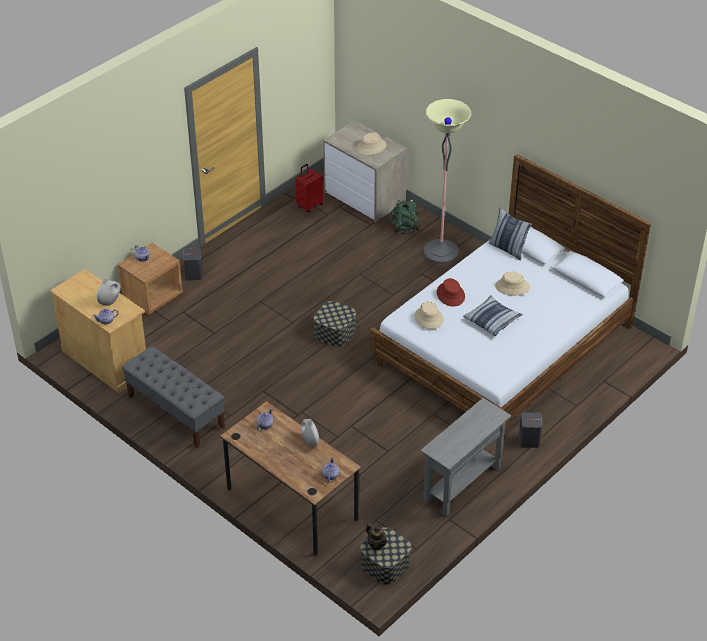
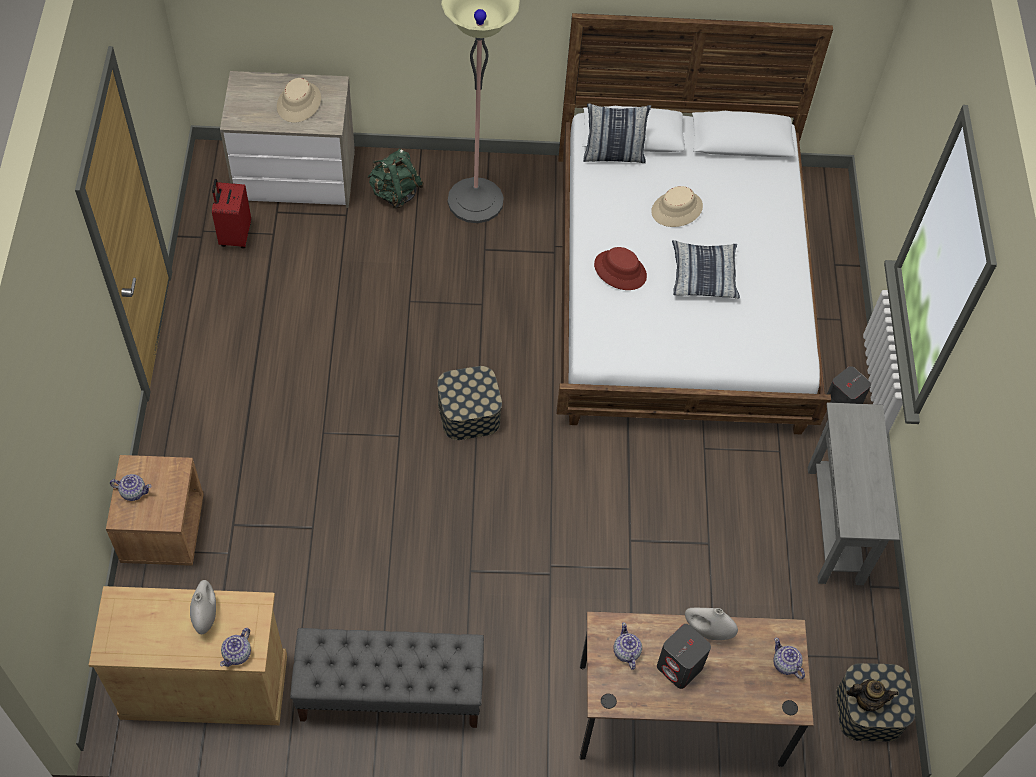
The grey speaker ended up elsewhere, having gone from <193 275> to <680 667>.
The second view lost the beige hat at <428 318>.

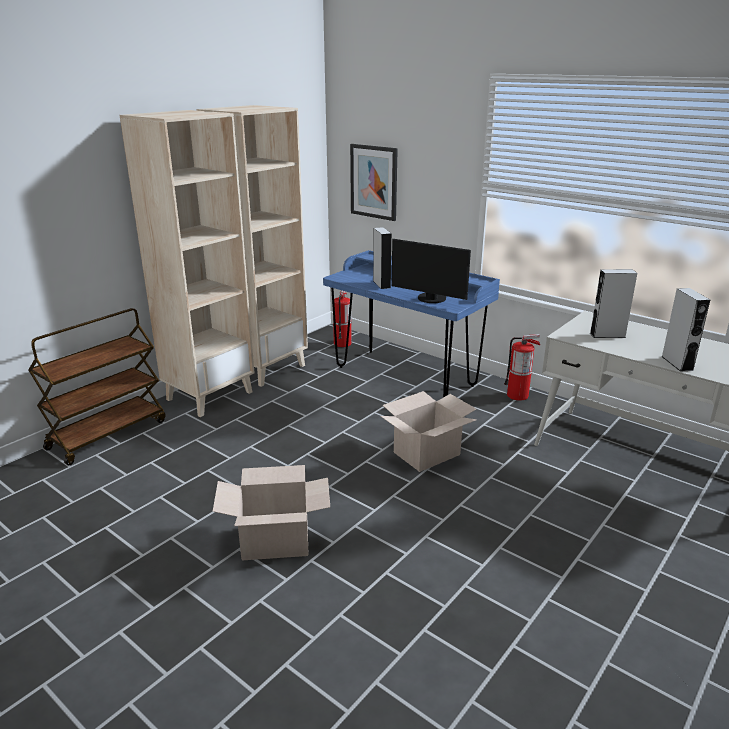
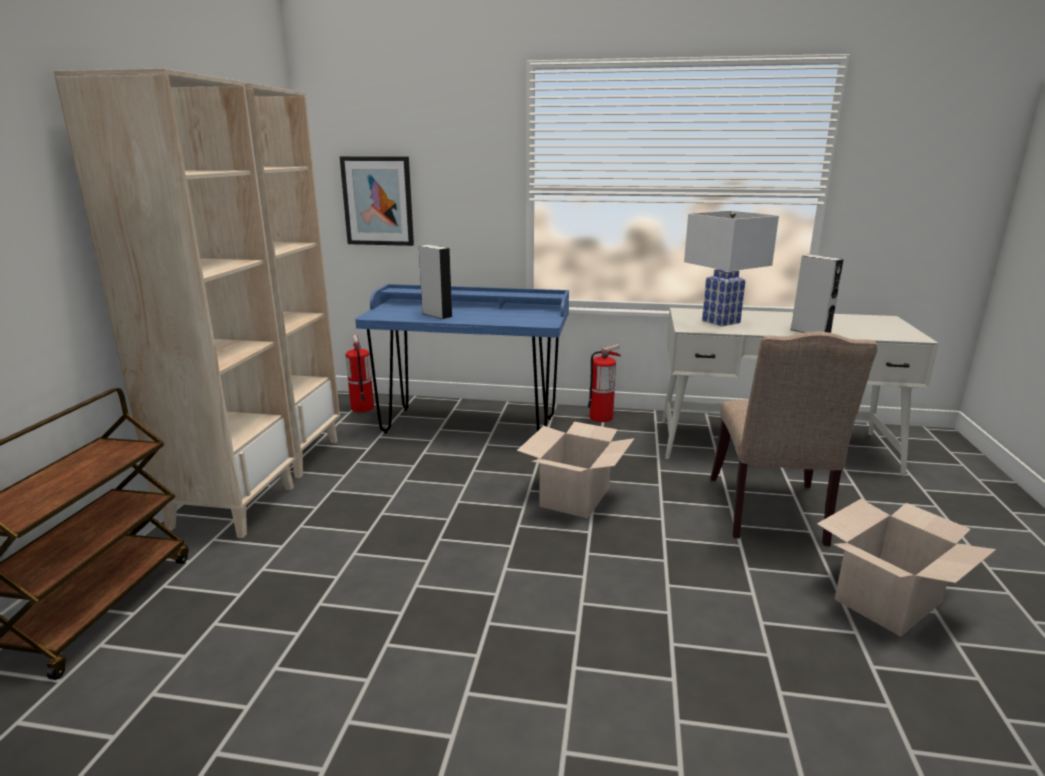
Where the grey speaker stood at <607 335>, the white table lamp came to stand at <722 322>.
The second view gained the beige chair at <770 513>.
The cardboard box ended up elsewhere, having gone from <275 541> to <888 601>.
The second view lost the monitor at <430 299>.

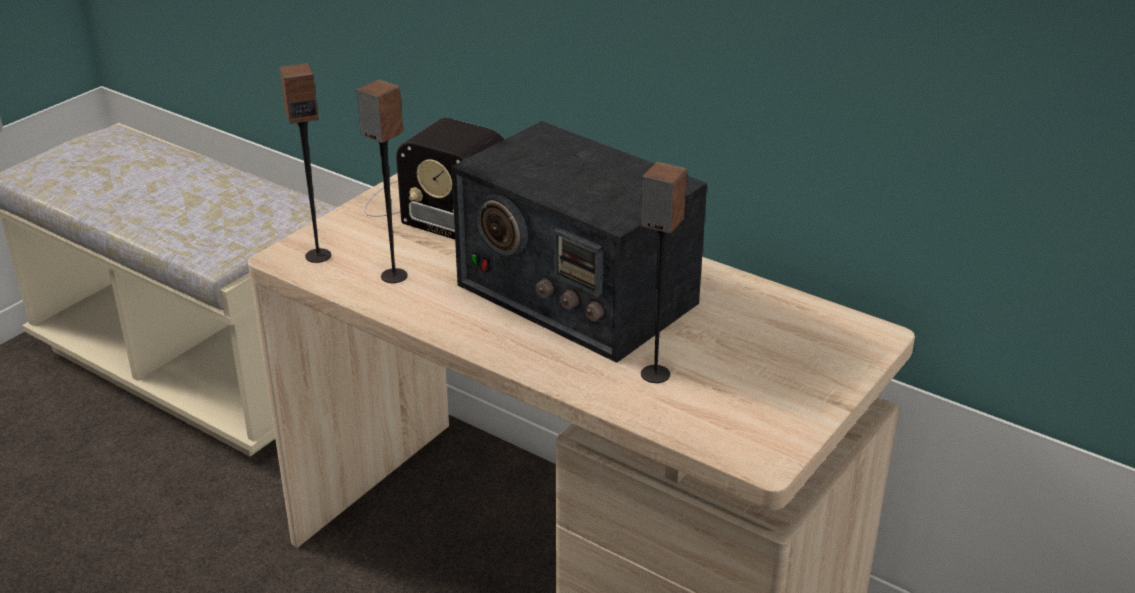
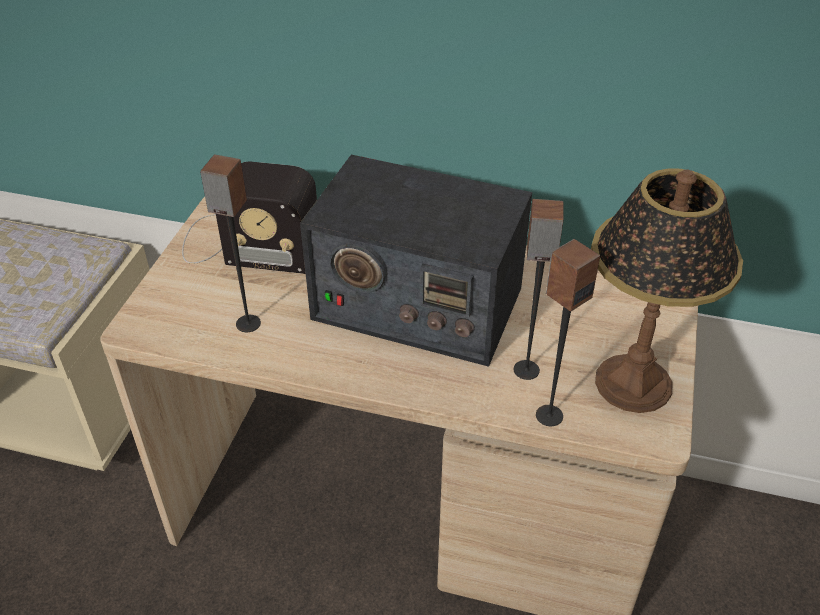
The speaker ended up elsewhere, having gone from <318 255> to <549 415>.
The second view gained the table lamp at <633 384>.

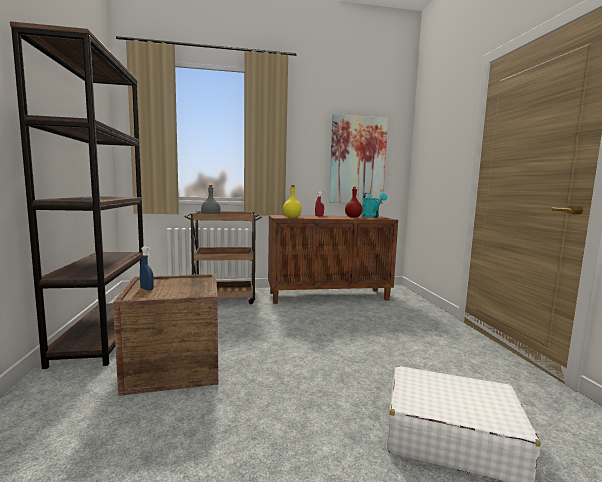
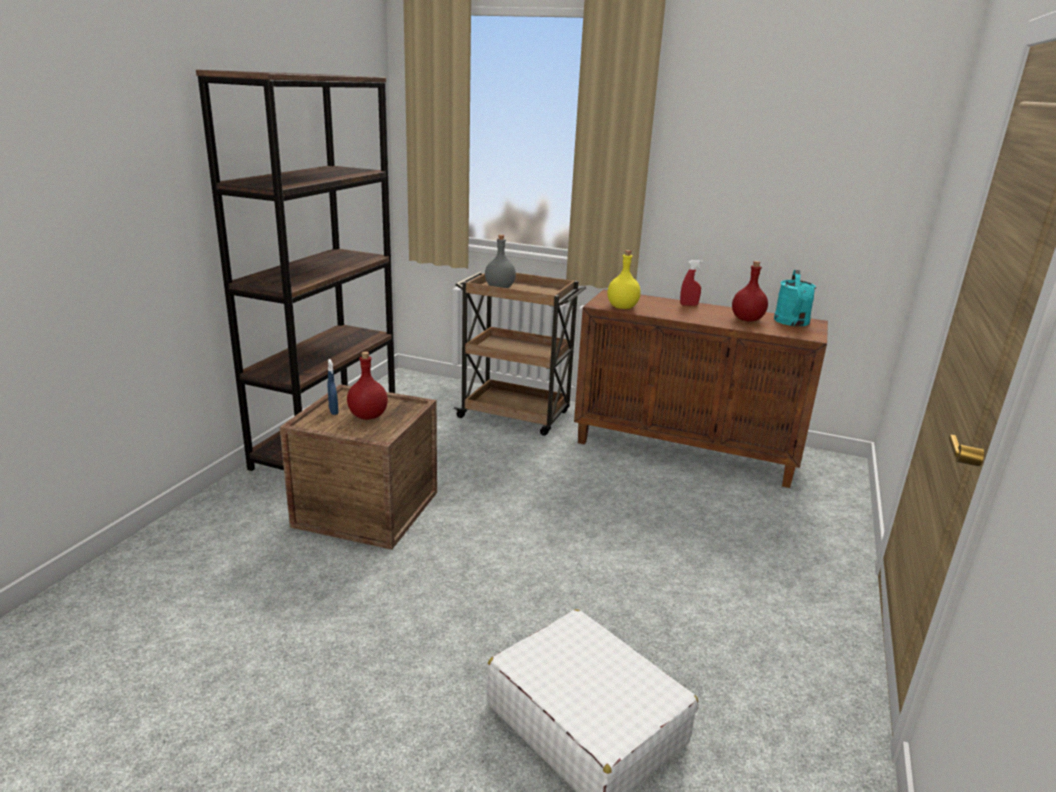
The second view gained the red bottle at <368 416>.
The second view lost the picture at <357 160>.

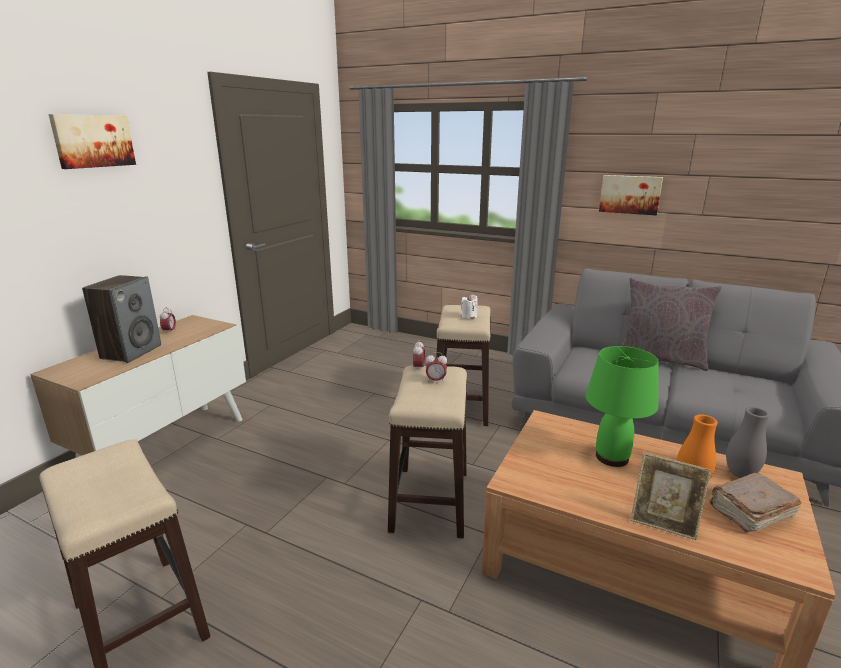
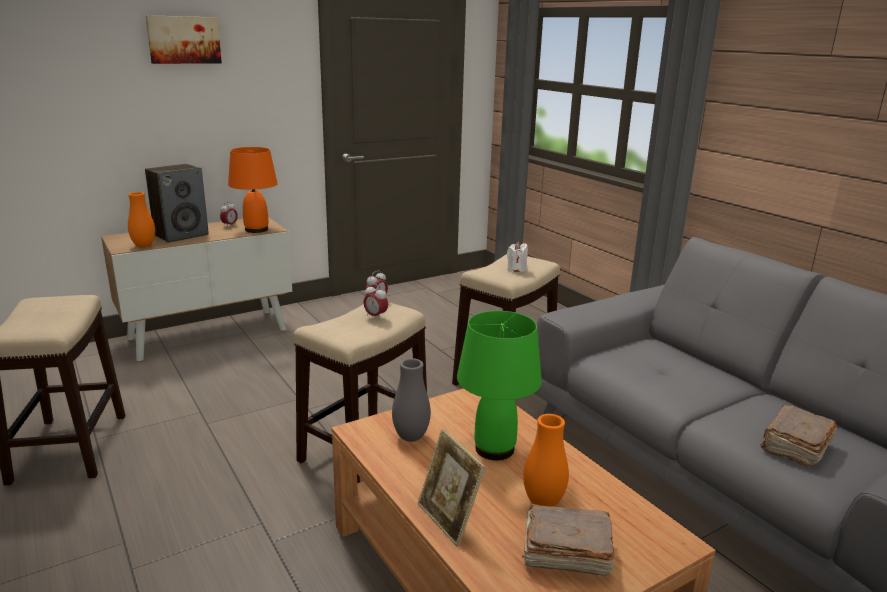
The second view gained the orange vase at <144 246>.
The second view gained the orange table lamp at <257 229>.
The grey vase ended up elsewhere, having gone from <740 474> to <411 437>.
The second view gained the brown book at <795 447>.
The second view lost the picture at <630 194>.
The second view lost the grey pillow at <660 358>.

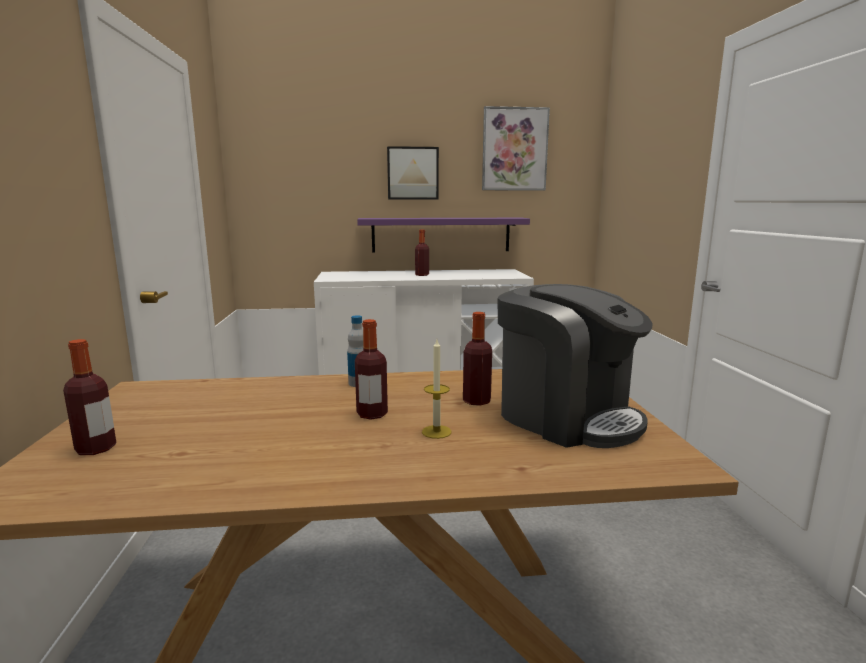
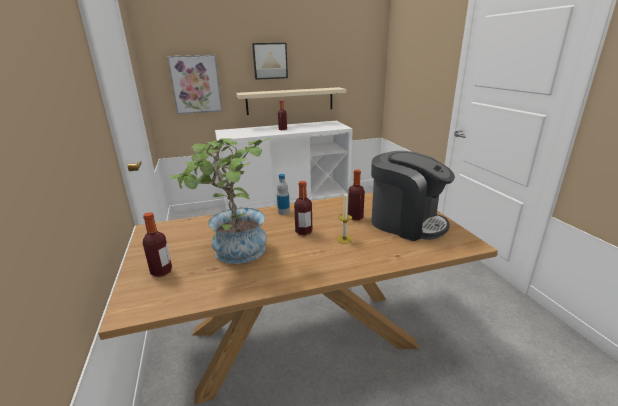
The picture ended up elsewhere, having gone from <514 149> to <195 84>.
The second view gained the potted plant at <234 253>.
What was the purple shelf at <441 234> turned into the beige shelf at <290 101>.

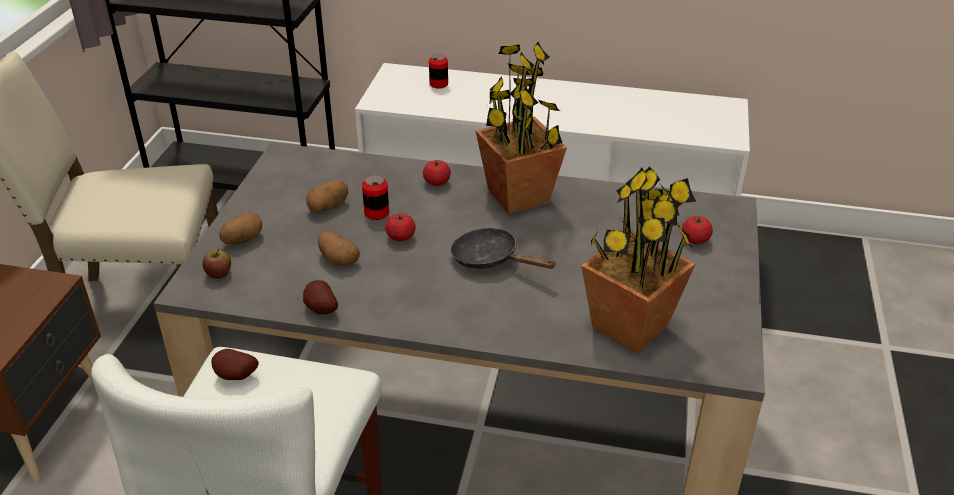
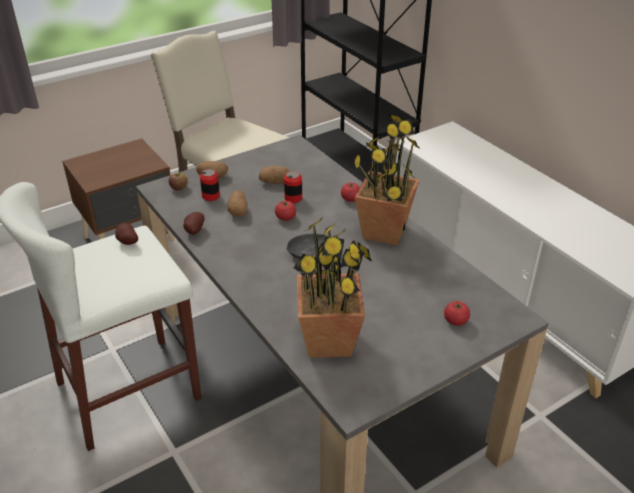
The can ended up elsewhere, having gone from <438 84> to <211 196>.

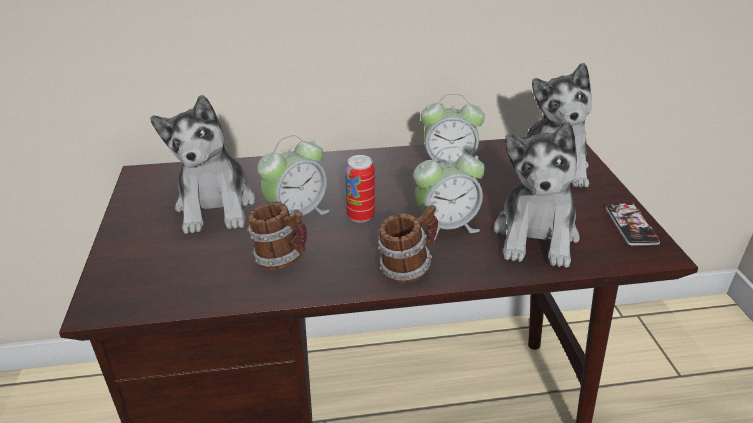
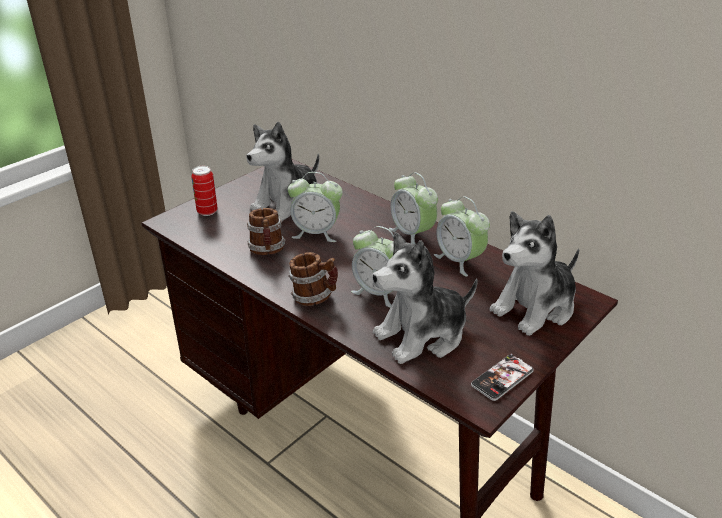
The can ended up elsewhere, having gone from <360 216> to <207 212>.
The second view gained the alarm clock at <412 234>.

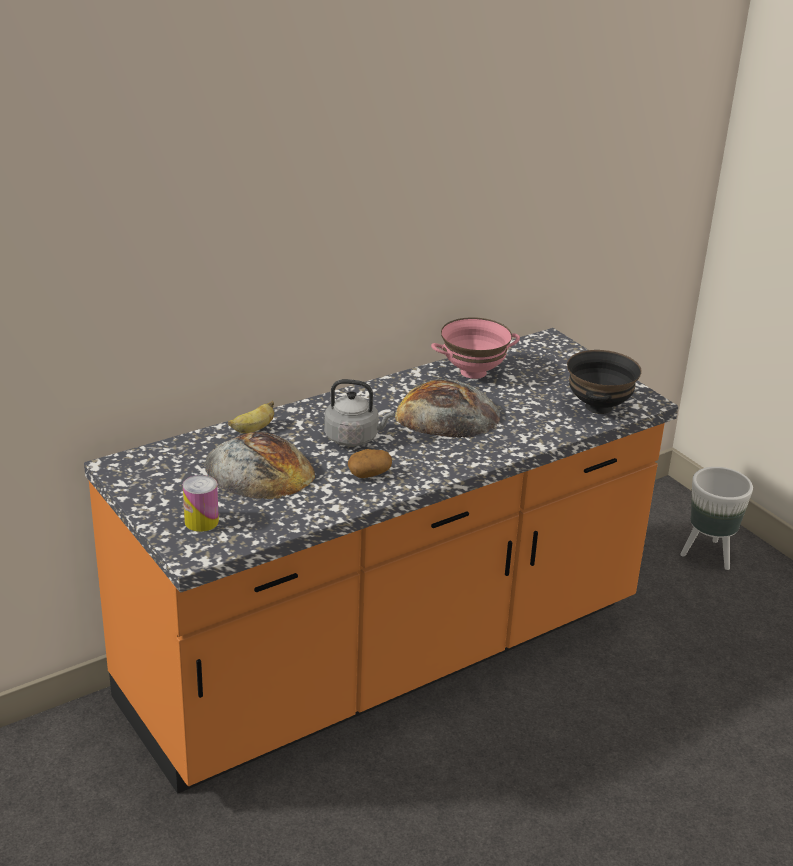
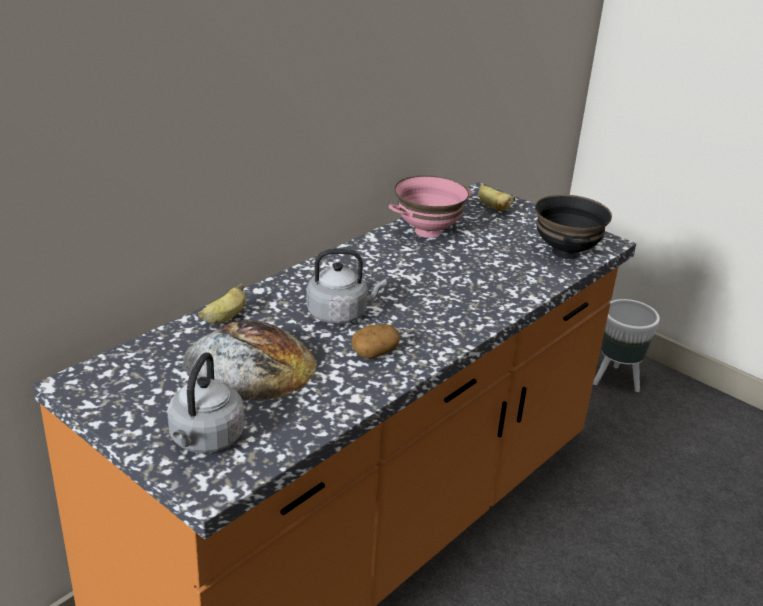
Where the can stood at <201 521>, the grey kettle came to stand at <205 440>.
The second view gained the banana at <492 207>.
The second view lost the bread at <447 414>.

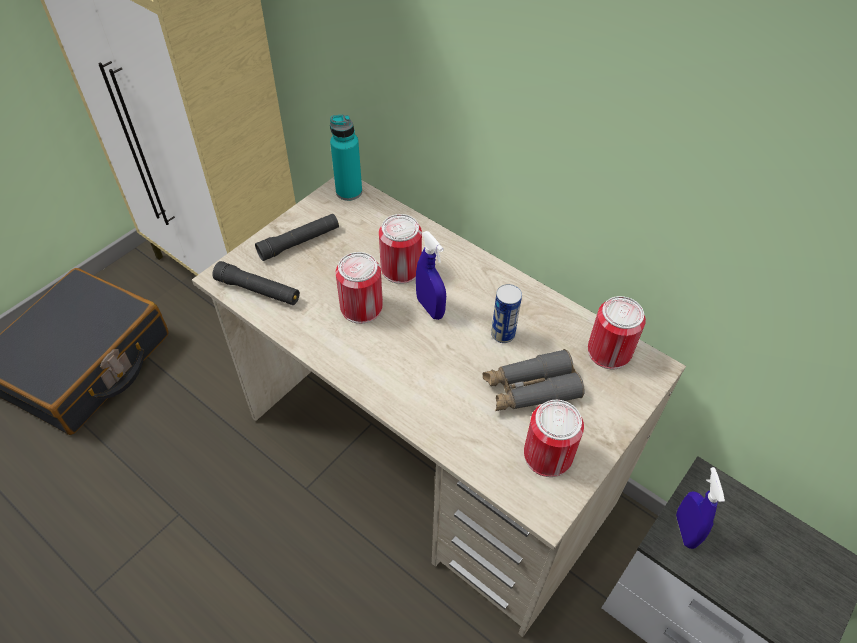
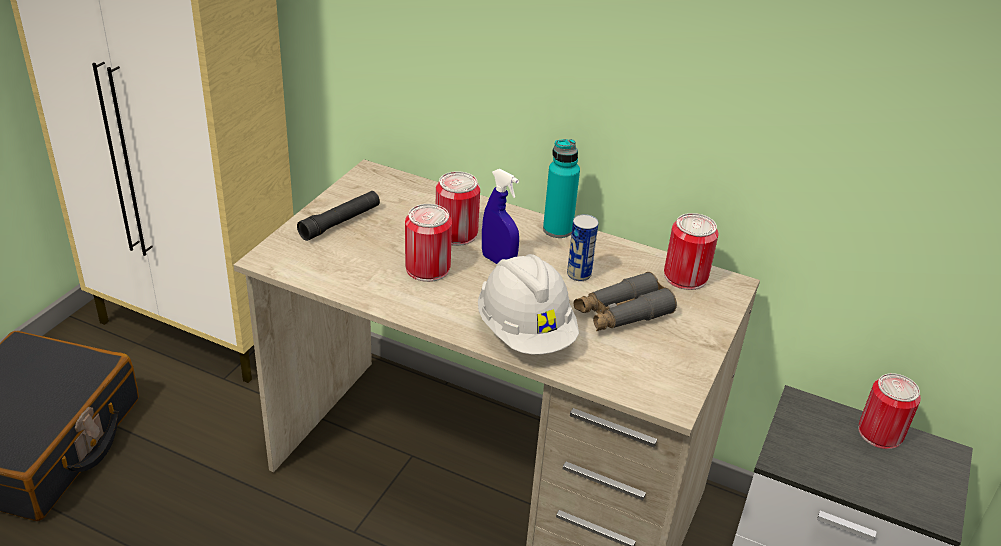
The second view gained the white hard hat at <525 332>.
The turquoise bottle ended up elsewhere, having gone from <349 192> to <557 230>.
The can ended up elsewhere, having gone from <547 455> to <880 433>.
The second view lost the black flashlight at <258 290>.
The second view lost the blue spray bottle at <685 530>.

